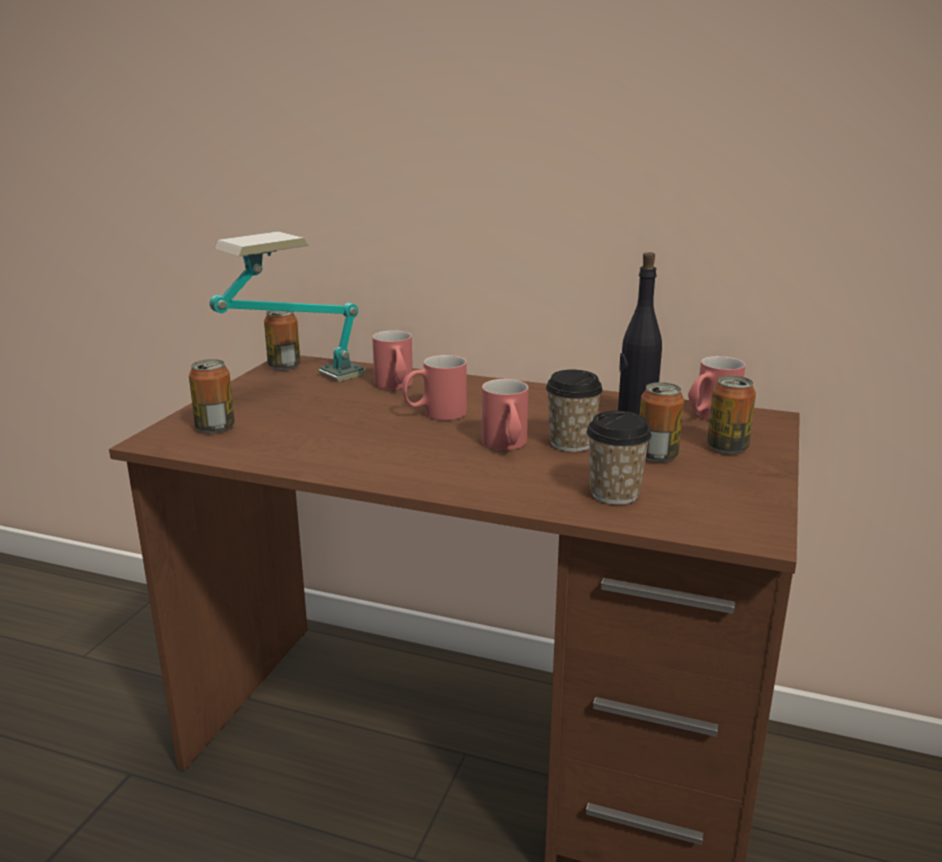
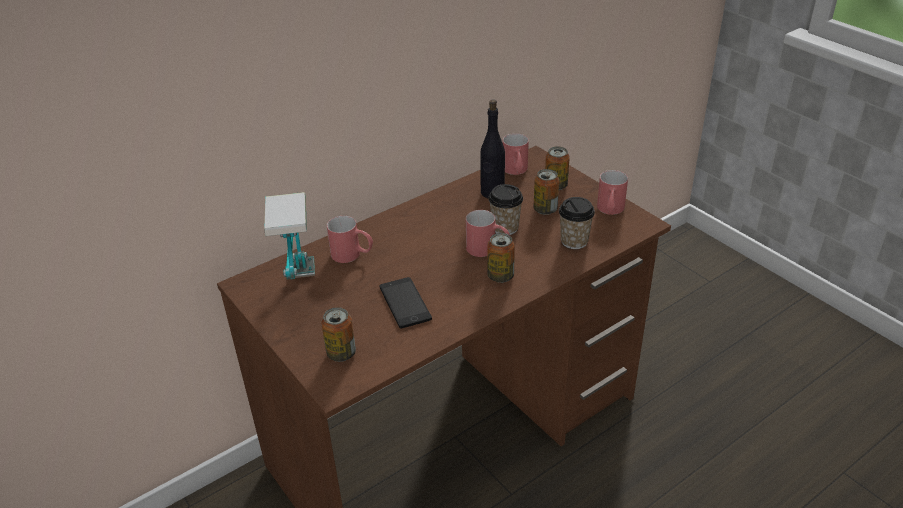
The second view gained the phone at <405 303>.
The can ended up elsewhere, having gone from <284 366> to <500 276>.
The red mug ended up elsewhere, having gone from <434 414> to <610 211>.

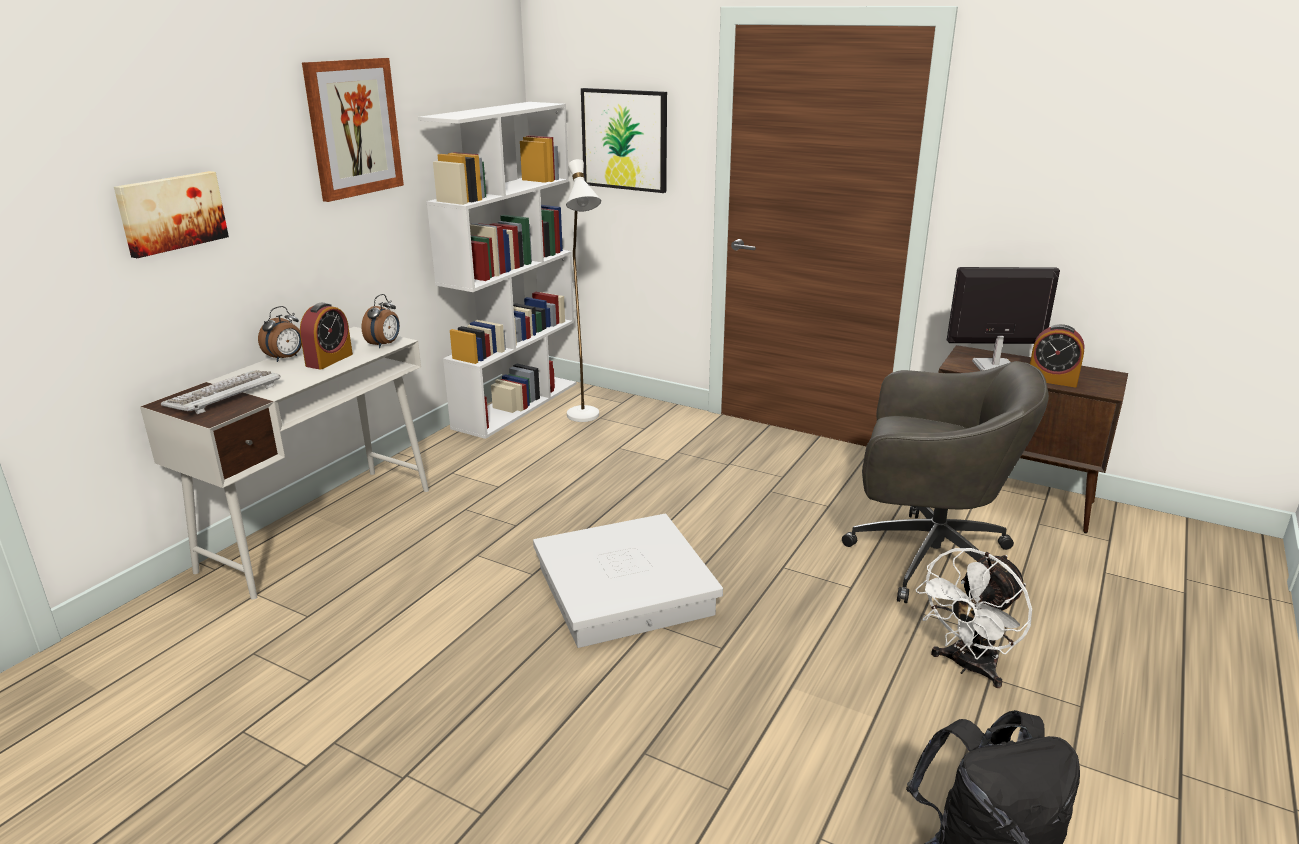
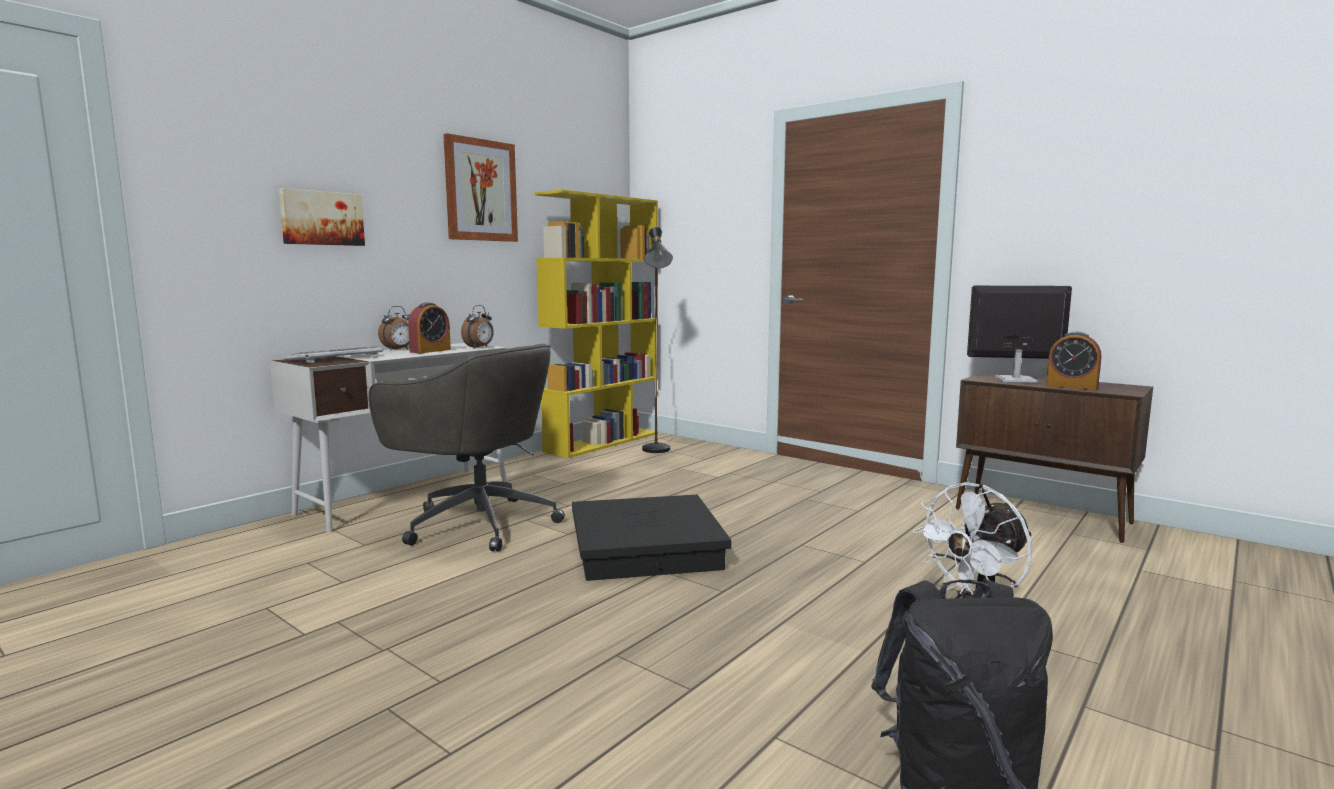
The grey office chair ended up elsewhere, having gone from <926 558> to <477 523>.
What was the white bookcase at <516 405> turned into the yellow bookcase at <603 442>.
What was the white storage box at <625 590> turned into the black storage box at <646 548>.
What was the white floor lamp at <586 420> turned into the black floor lamp at <657 452>.
The second view lost the picture at <625 140>.

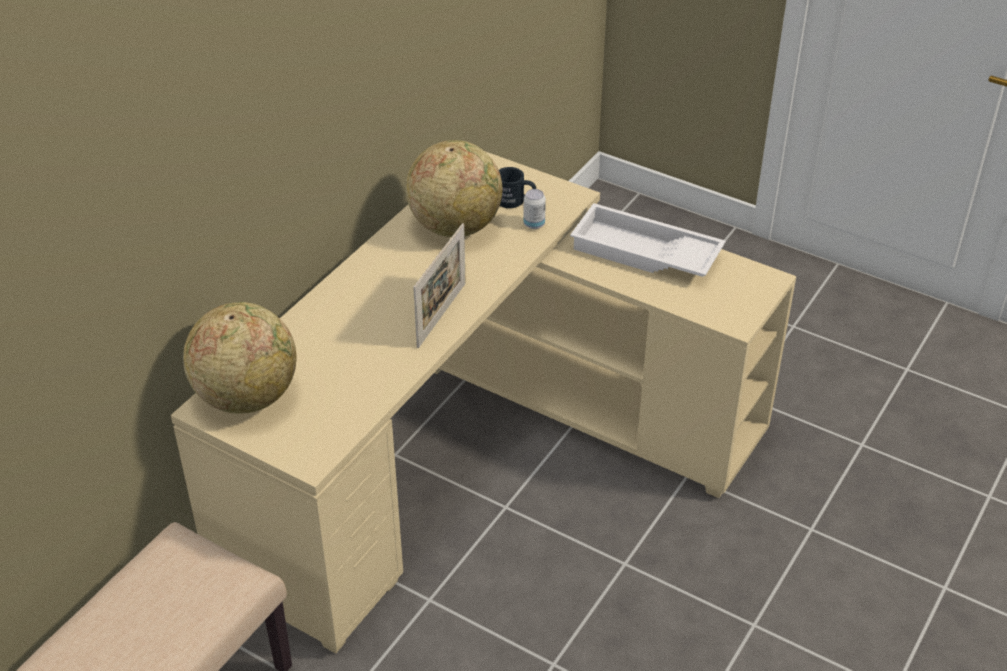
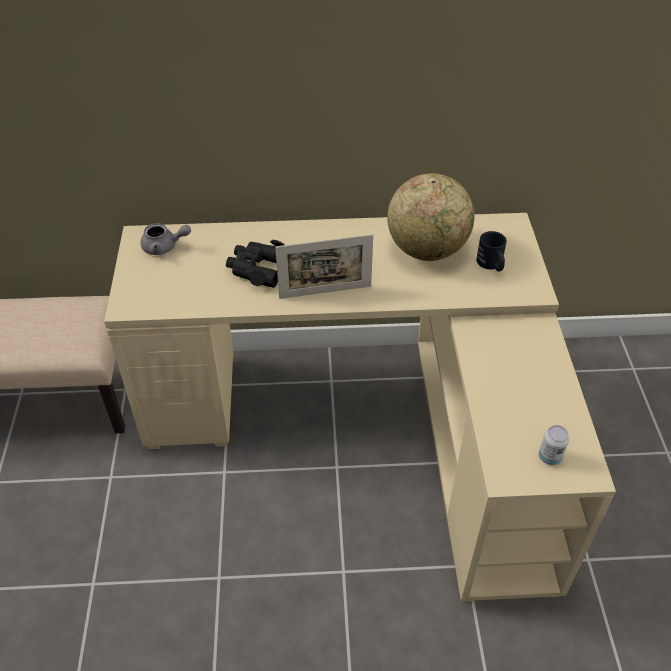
Where the globe stood at <247 396>, the grey teapot came to stand at <164 247>.
The second view gained the black binoculars at <258 268>.
The can ended up elsewhere, having gone from <534 224> to <549 457>.
The second view lost the white tray at <644 254>.

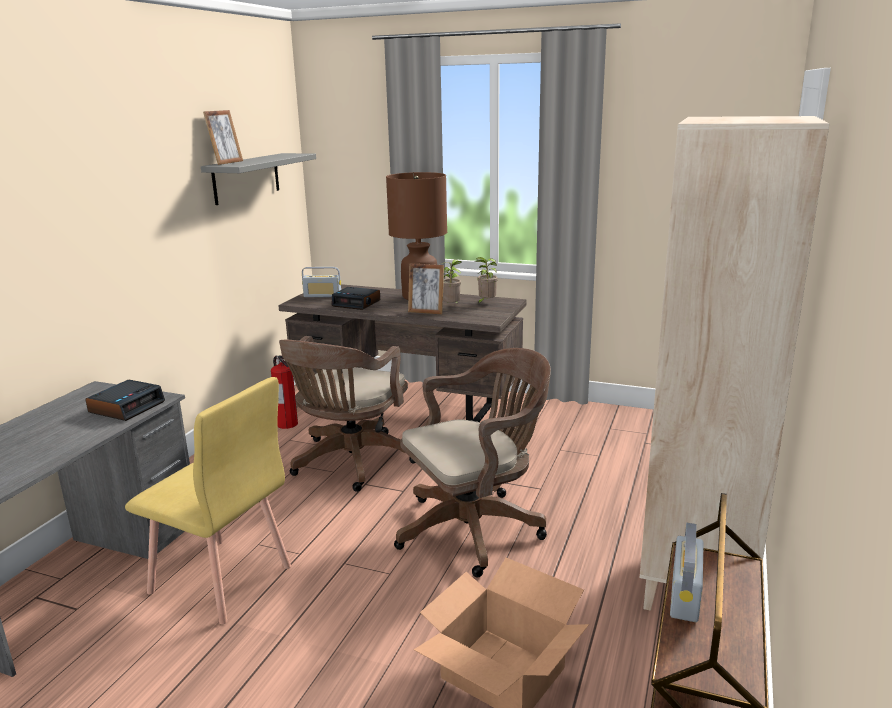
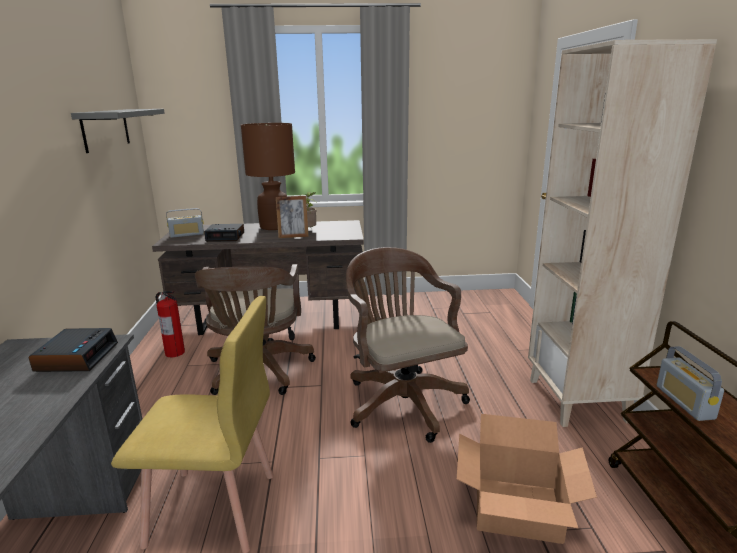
The brown office chair at <476 528> ended up facing another way, 60 degrees counterclockwise from before.
The second view lost the picture frame at <226 163>.
The second view lost the potted plant at <486 303>.

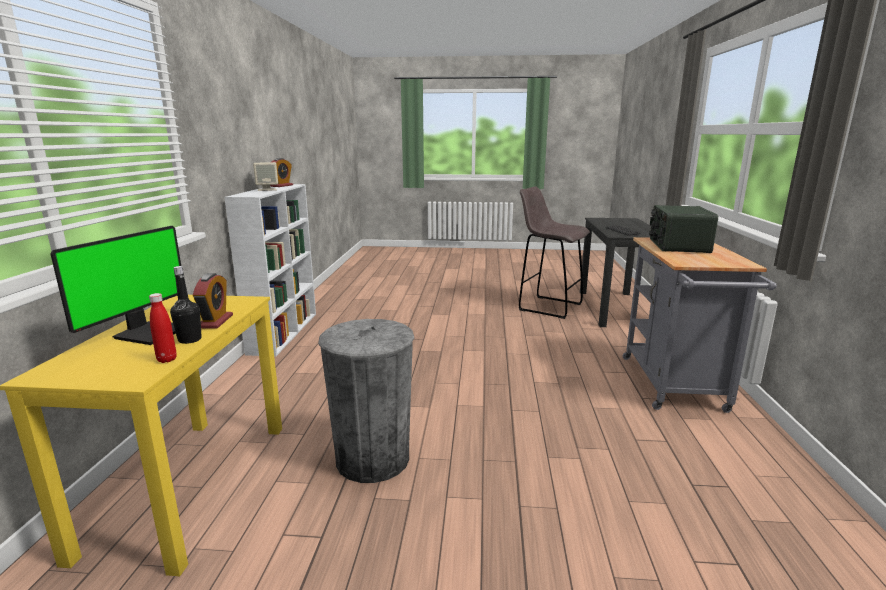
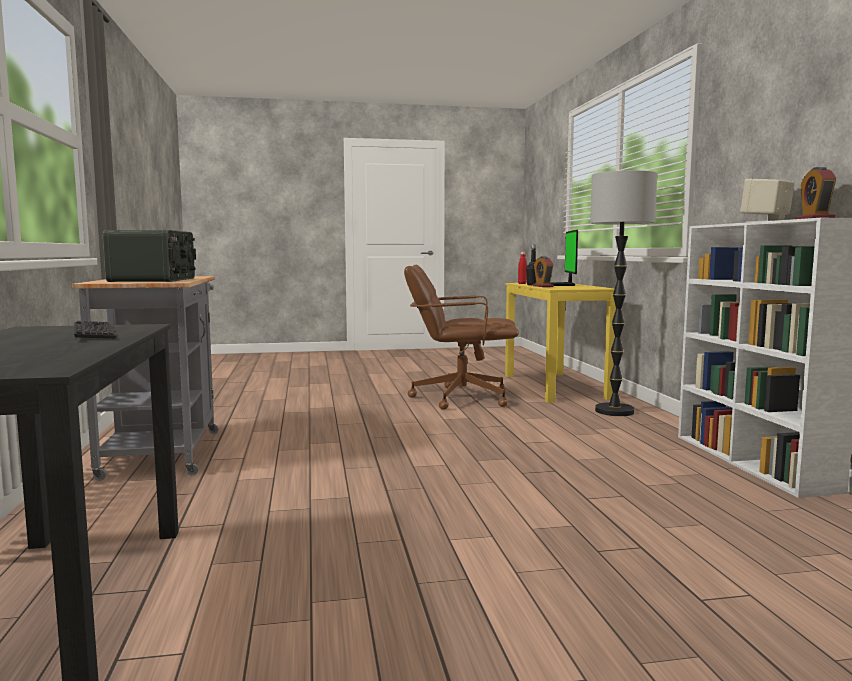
Where the grey trash can stood at <373 459>, the brown office chair came to stand at <460 398>.
The second view gained the floor lamp at <614 411>.
The second view lost the grey stool at <548 307>.

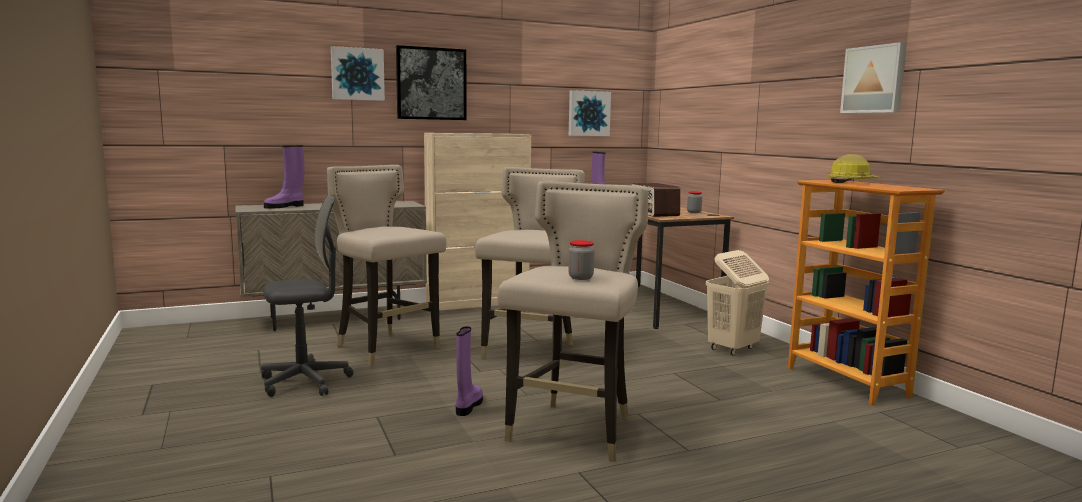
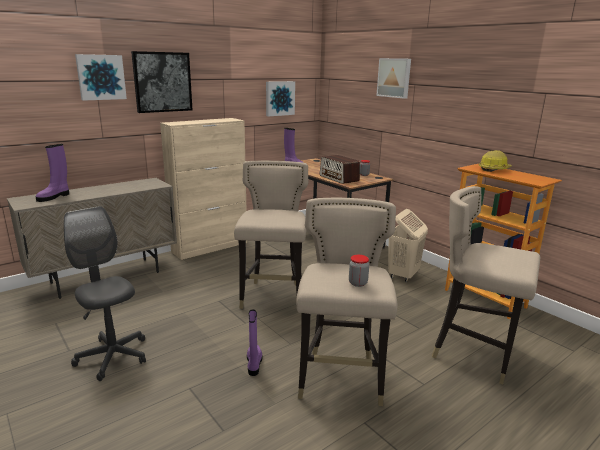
The grey office chair at <305 382> ended up facing another way, 90 degrees counterclockwise from before.
The picture ended up elsewhere, having gone from <874 79> to <394 78>.
The beige stool ended up elsewhere, having gone from <387 348> to <474 353>.

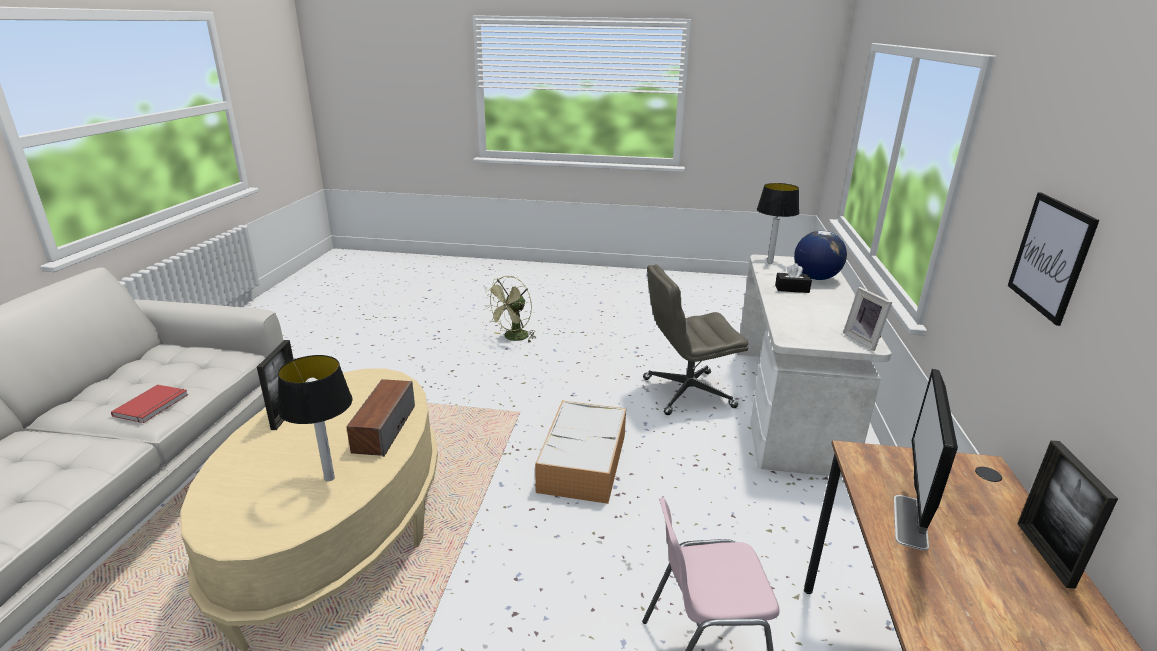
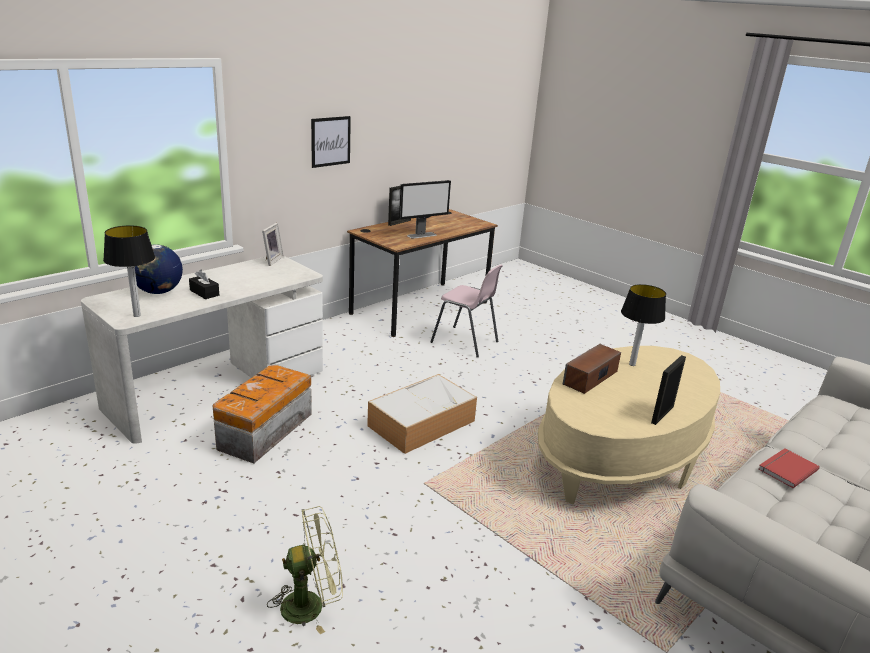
Where the grey office chair stood at <687 393>, the storage box came to stand at <263 431>.

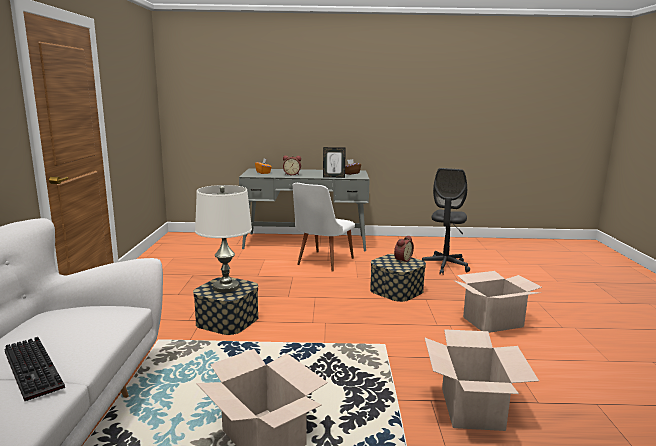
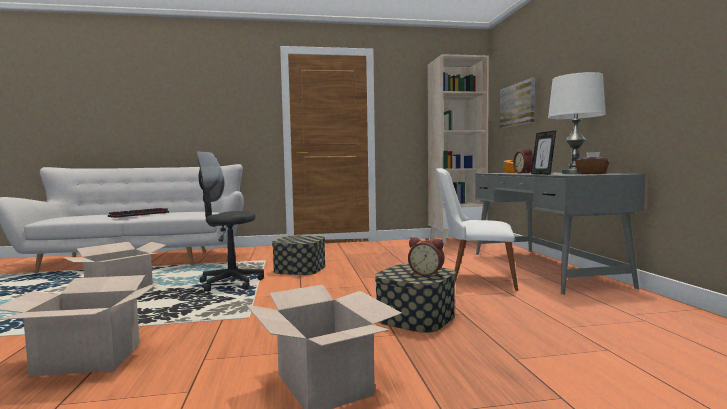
The grey office chair ended up elsewhere, having gone from <445 266> to <231 283>.
The second view gained the beige bookcase at <456 241>.
The second view gained the picture at <518 104>.
The white table lamp ended up elsewhere, having gone from <226 287> to <574 173>.

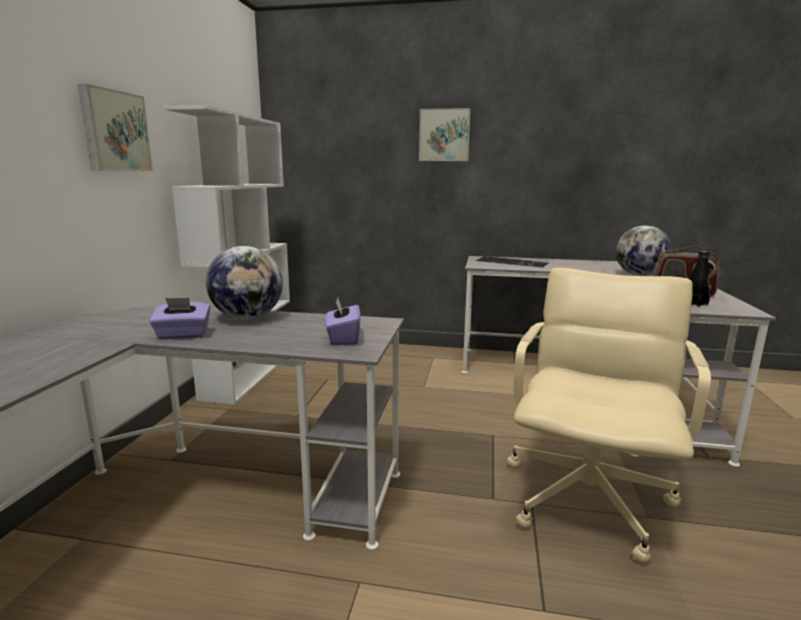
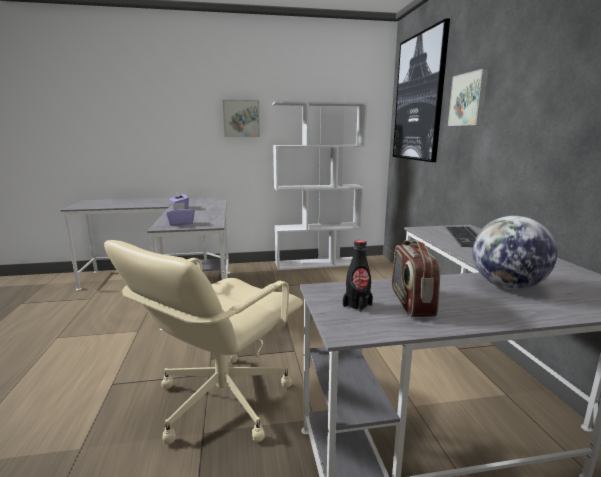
The beige office chair at <588 498> ended up facing another way, 120 degrees clockwise from before.
The second view gained the picture at <419 98>.
The second view lost the globe at <248 318>.

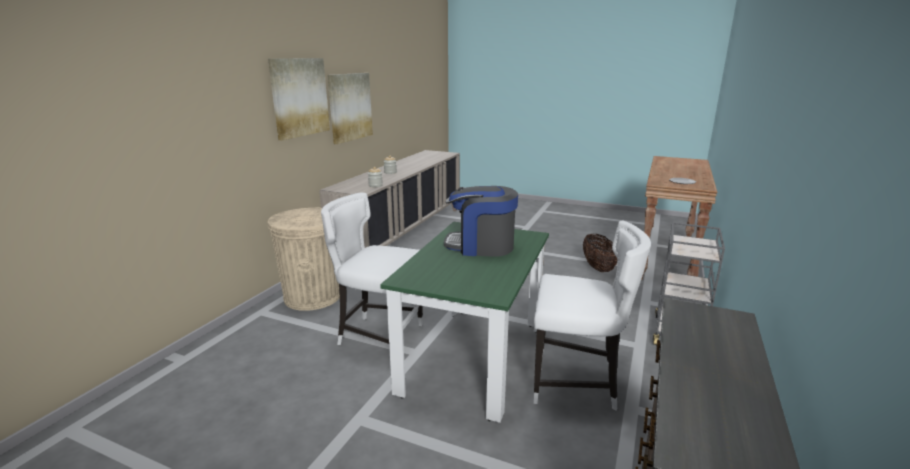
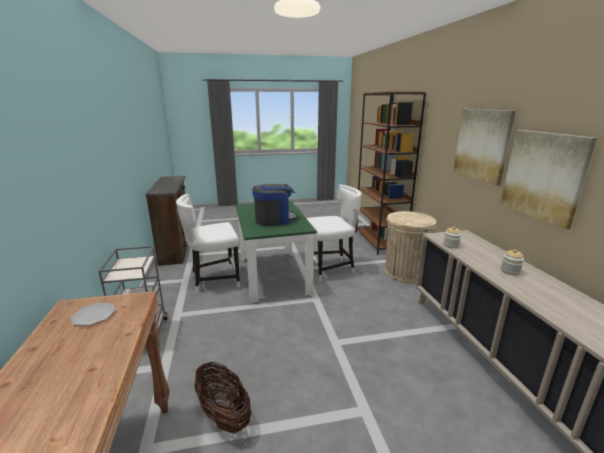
The second view gained the brown bookcase at <380 241>.

